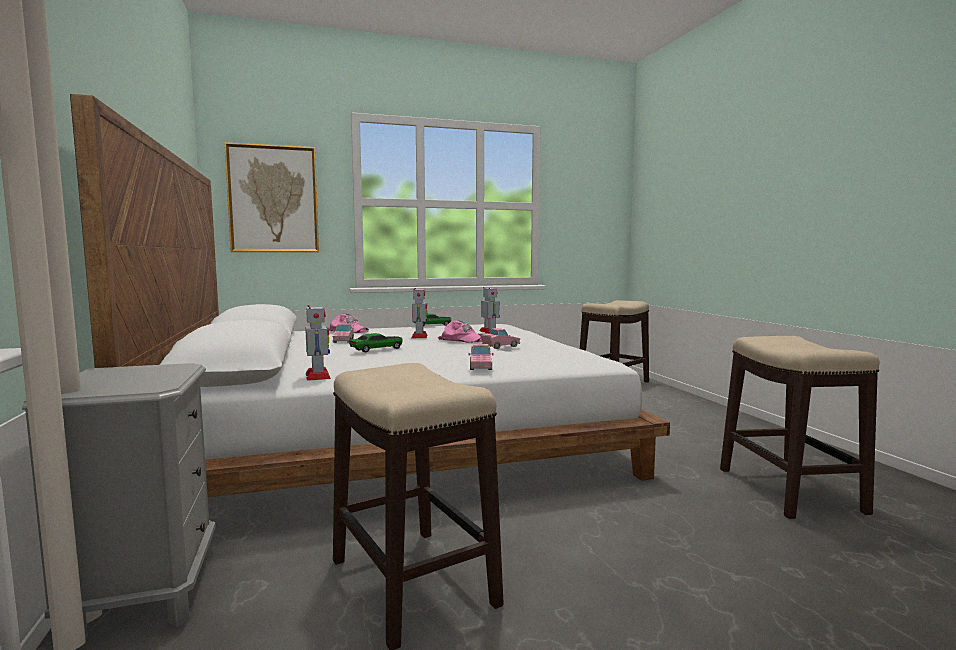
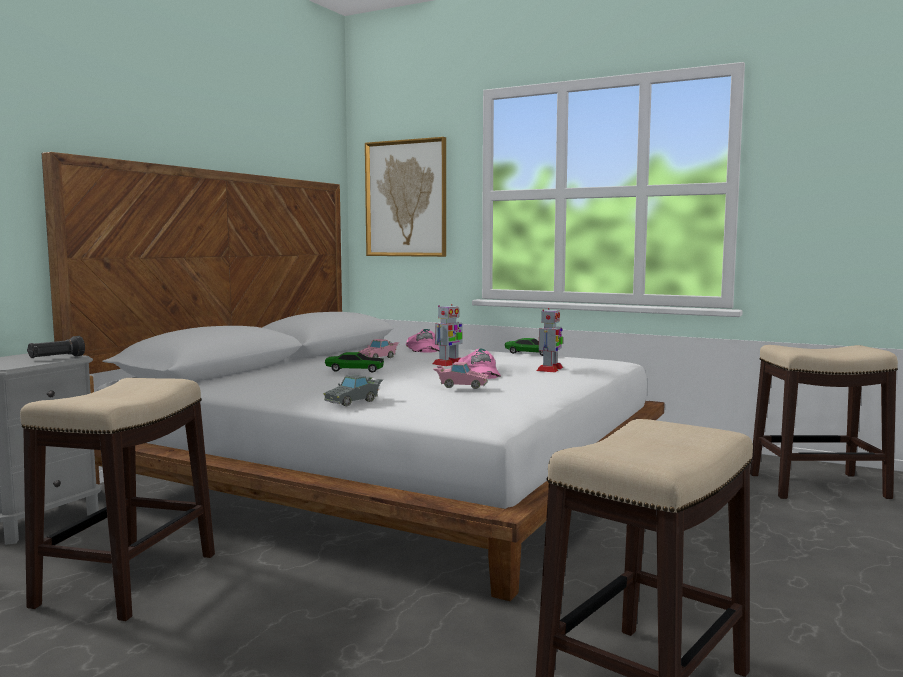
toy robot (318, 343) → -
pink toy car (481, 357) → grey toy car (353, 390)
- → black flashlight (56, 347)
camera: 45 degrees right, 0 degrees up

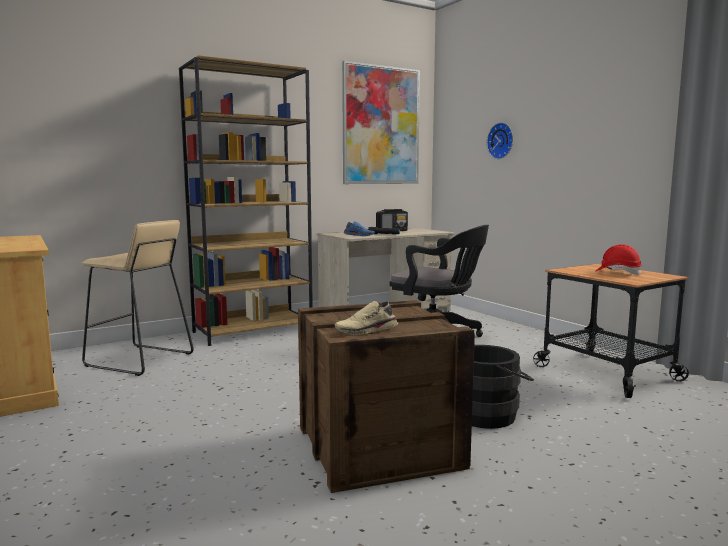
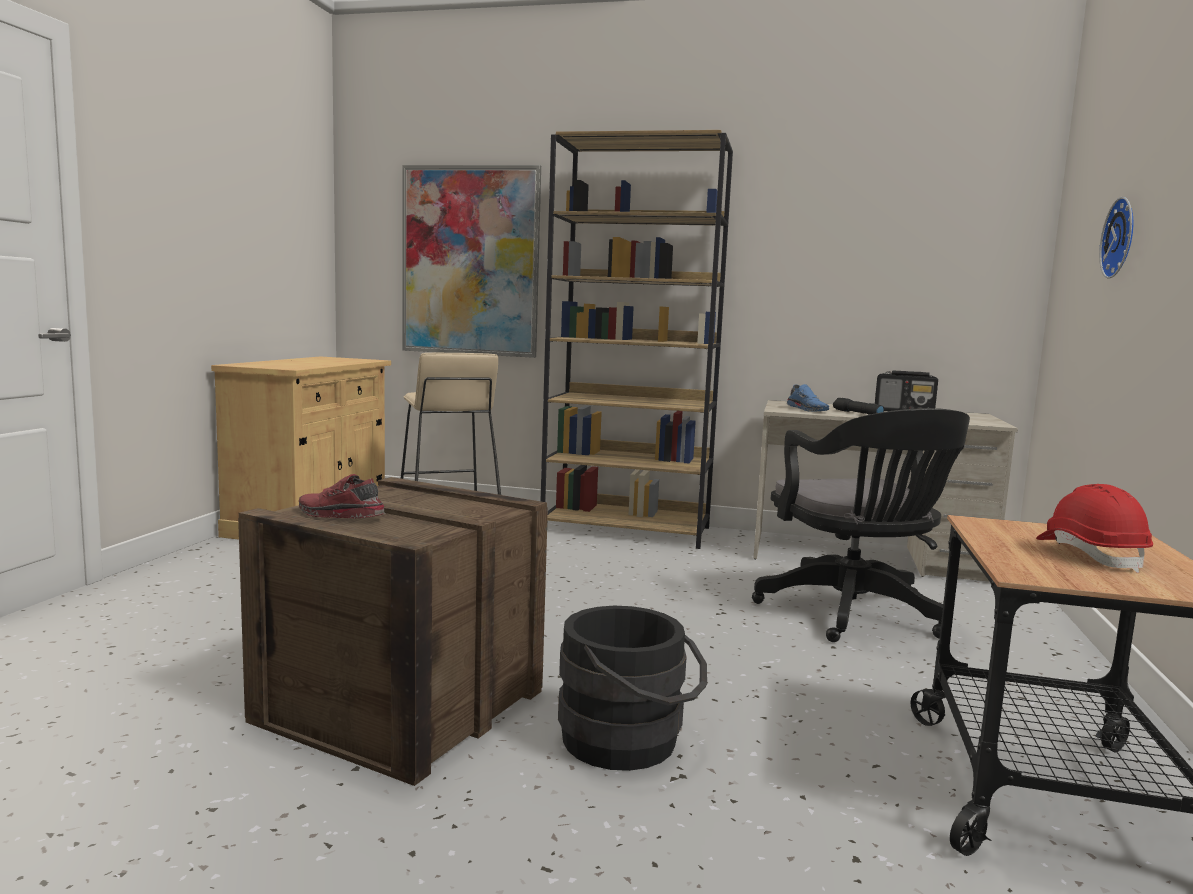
beige shoe (366, 318) → red shoe (342, 496)
picture (381, 122) → picture (471, 261), relocated
camera: 45 degrees right, 0 degrees up

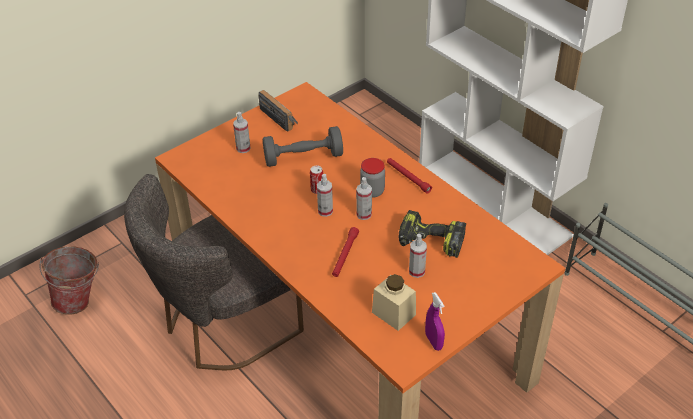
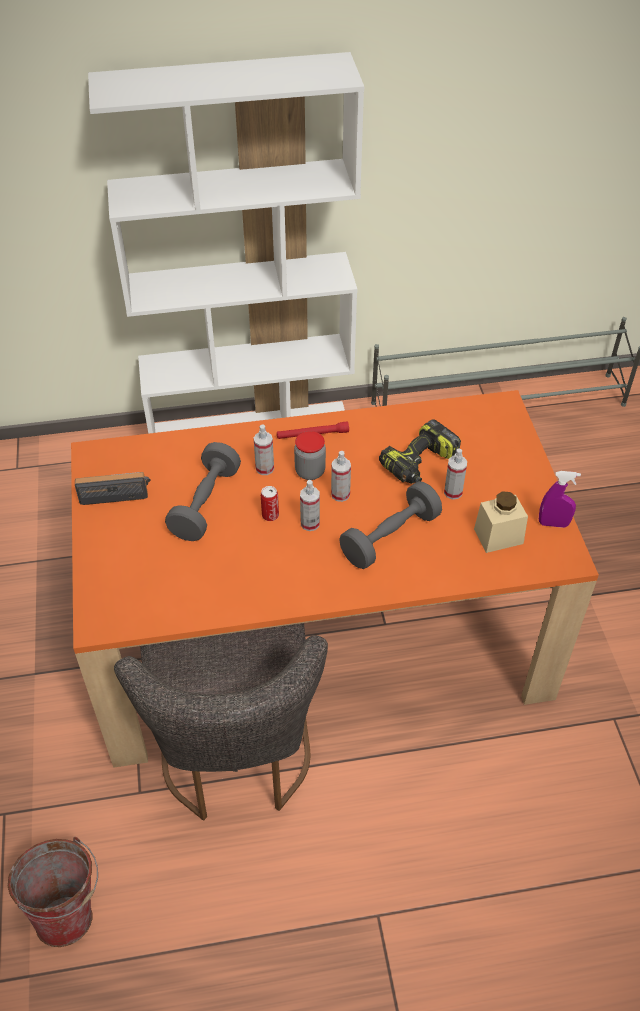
spray bottle (242, 132) → spray bottle (264, 449), relocated
red flashlight (345, 252) → grey dumbbell (390, 525)
camera: 60 degrees left, 5 degrees up

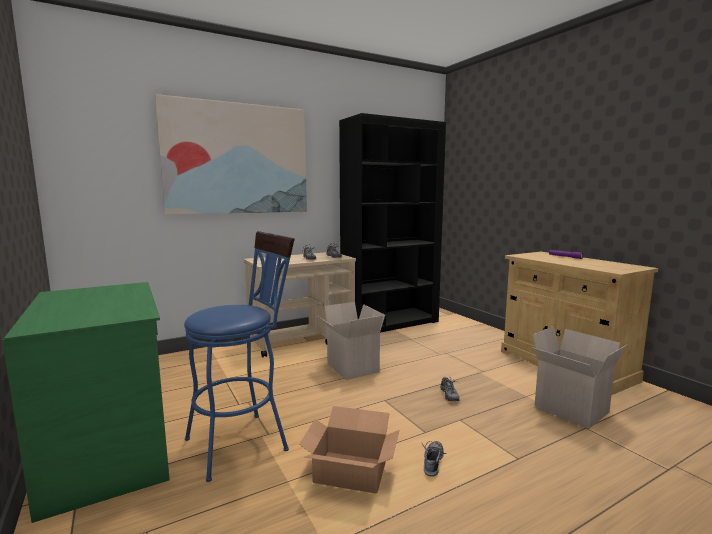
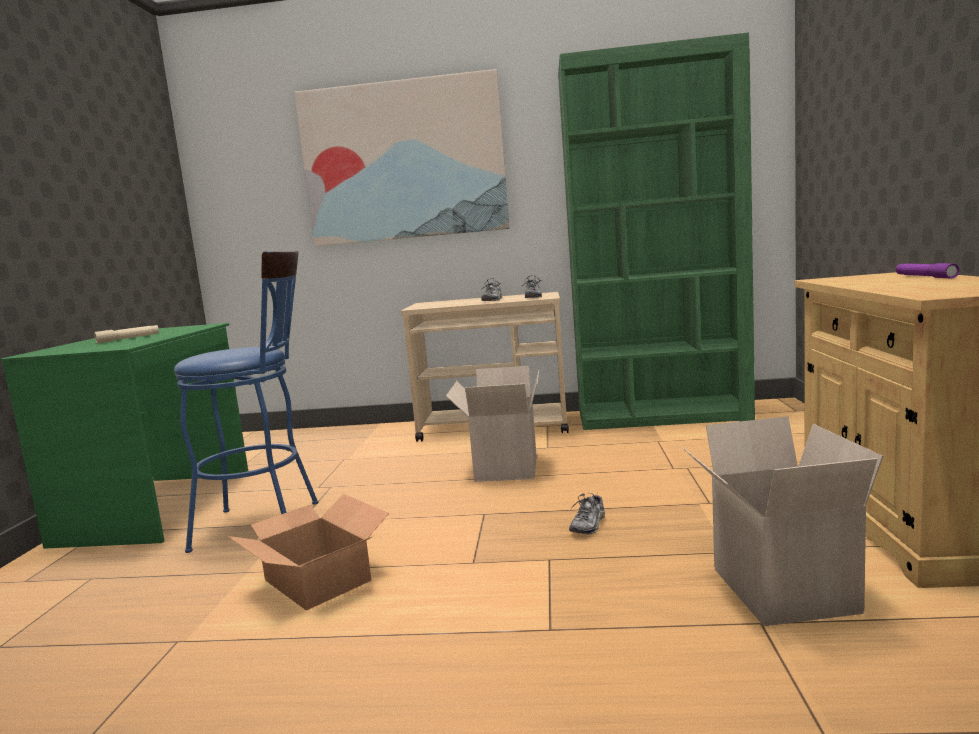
black bookcase (392, 223) → green bookcase (656, 231)
shoe (434, 459) → -
- → beige flashlight (126, 334)
camera: 35 degrees right, 0 degrees up

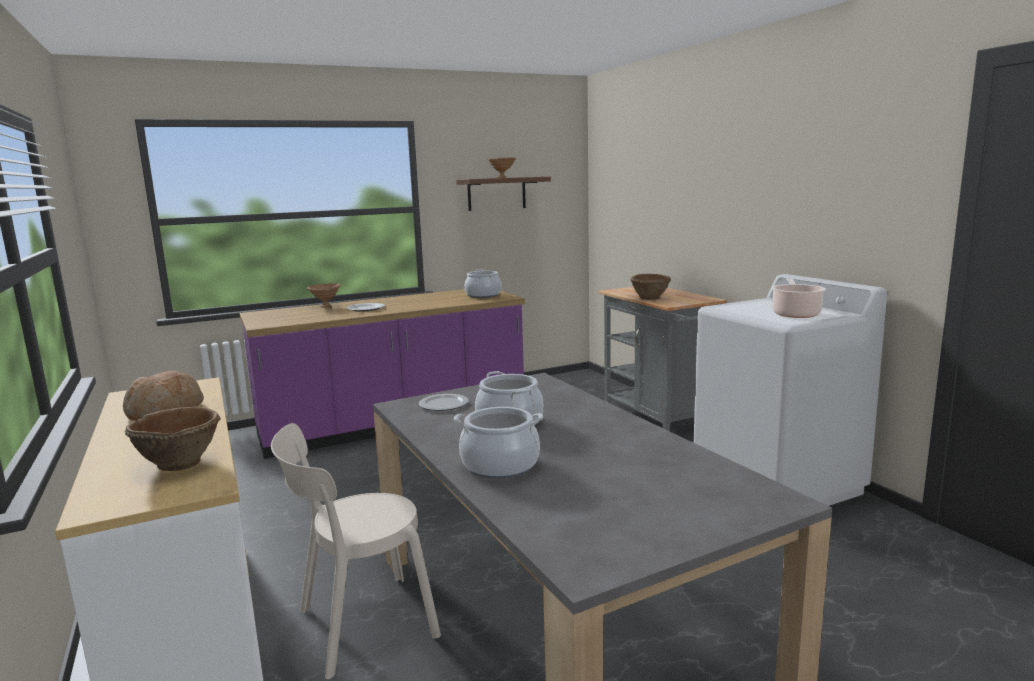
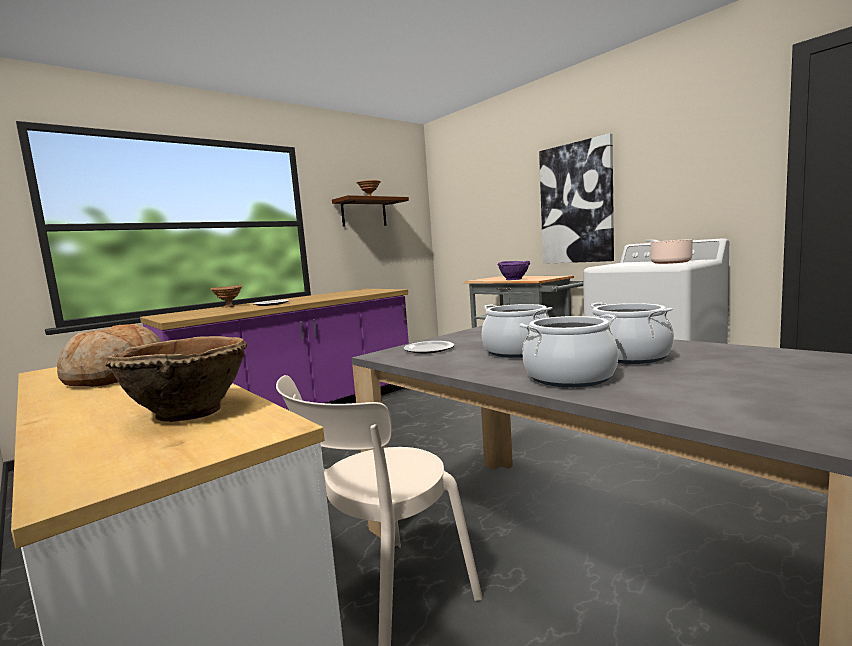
cooking pot (483, 283) → cooking pot (632, 333), relocated
brown bowl (650, 287) → purple bowl (513, 270)
- → picture (576, 198)
camera: 15 degrees left, 5 degrees down

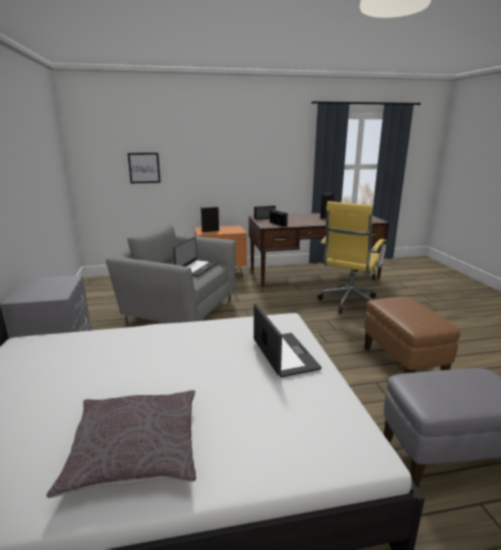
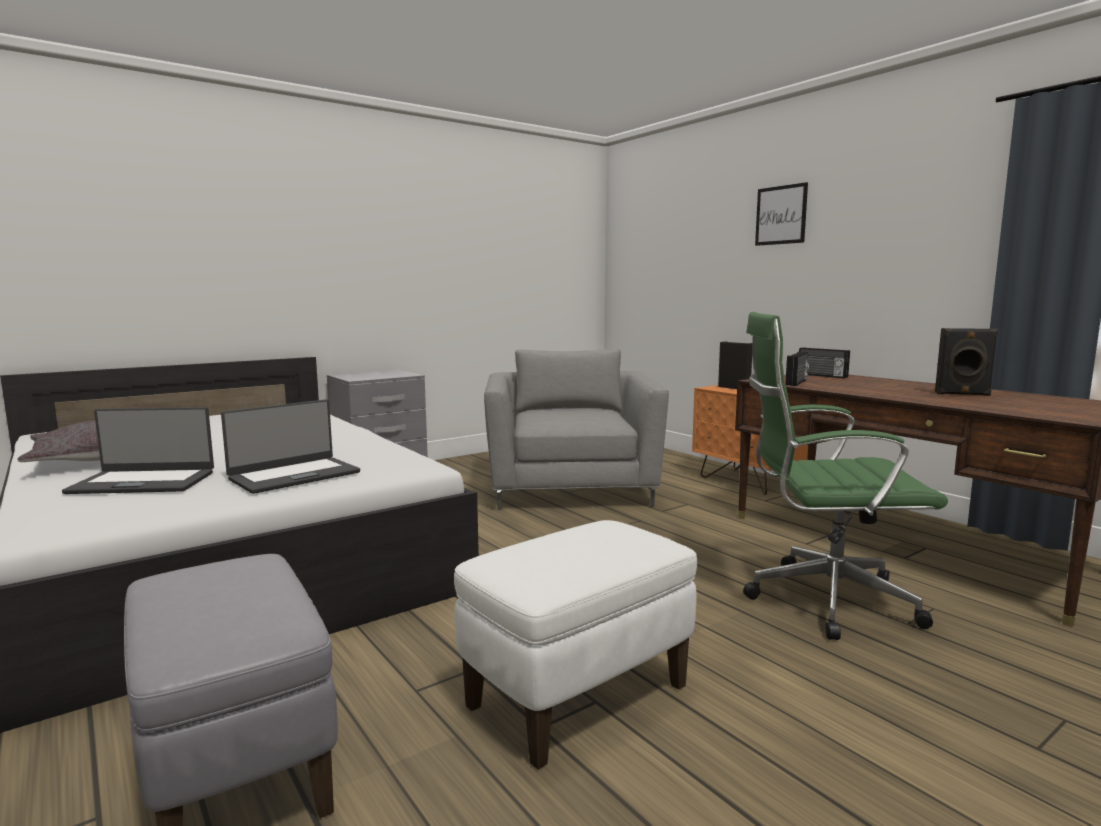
picture (144, 168) → picture (781, 214), relocated
laptop (195, 257) → laptop (138, 450), relocated
yellow office chair (352, 257) → green office chair (845, 476)
brown ottoman (412, 335) → white ottoman (575, 644)
camera: 65 degrees right, 10 degrees down

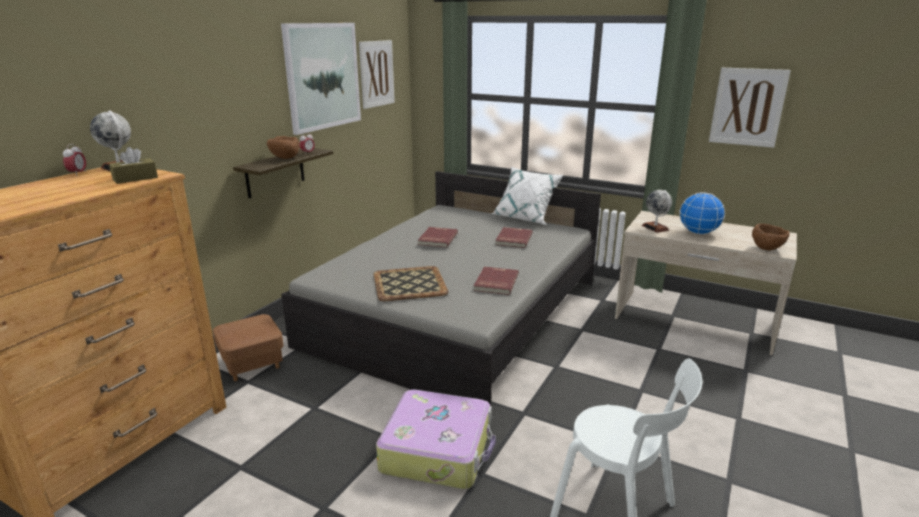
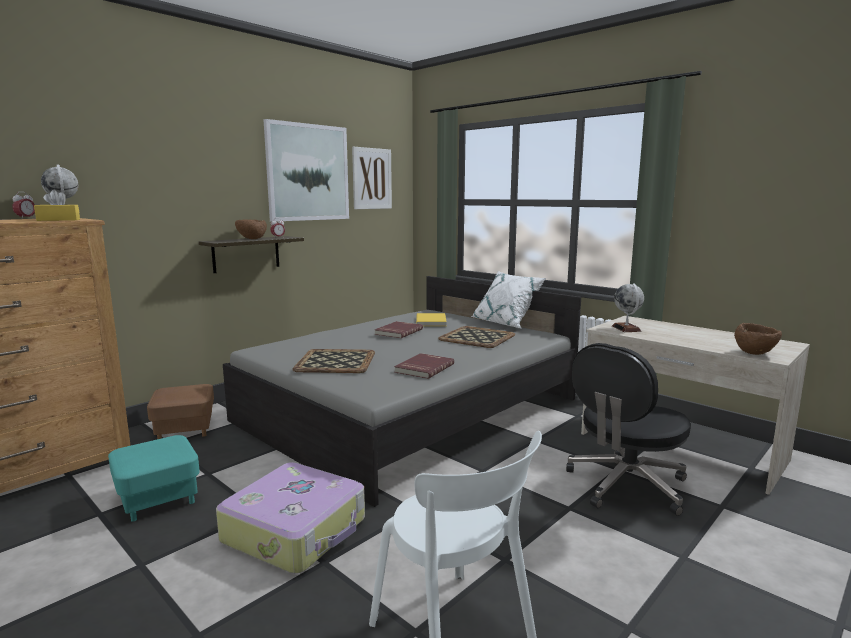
brown tissue box (133, 165) → yellow tissue box (57, 205)
red book (514, 237) → tray (476, 337)
globe (702, 213) → -
picture (750, 108) → -
- → turquoise ottoman (154, 478)
- → yellow book (431, 319)
- → black office chair (628, 429)
camera: 15 degrees right, 10 degrees down

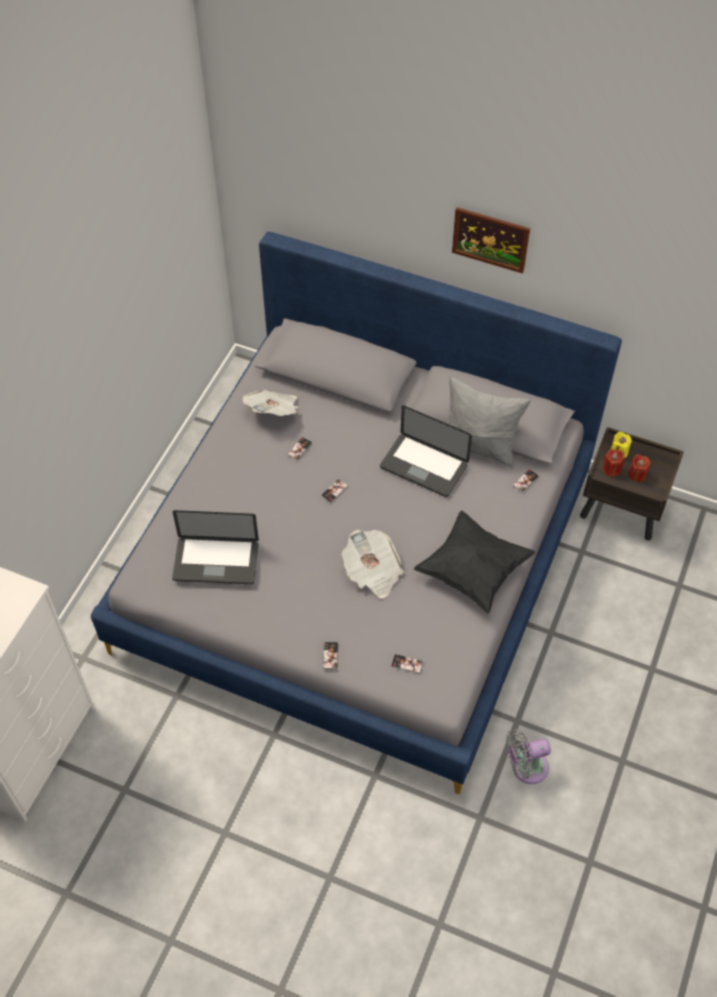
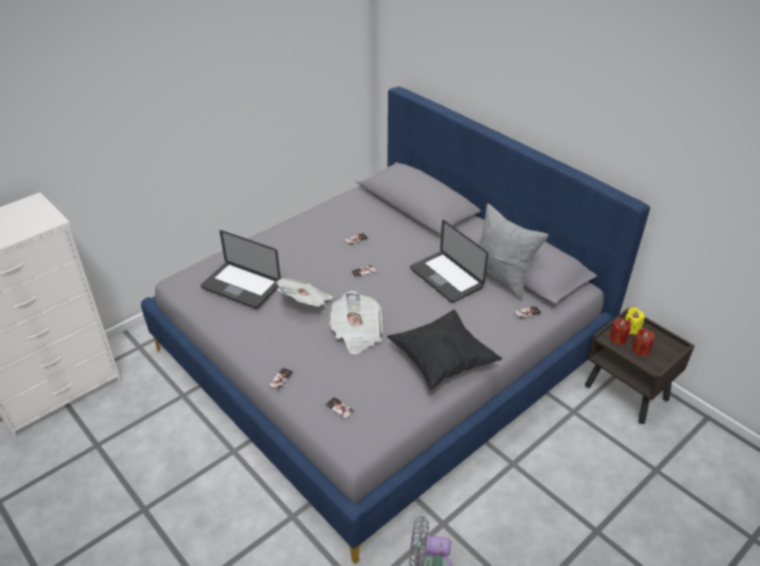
newspaper (270, 402) → newspaper (304, 292), relocated
picture (491, 240) → -
camera: 25 degrees right, 15 degrees down

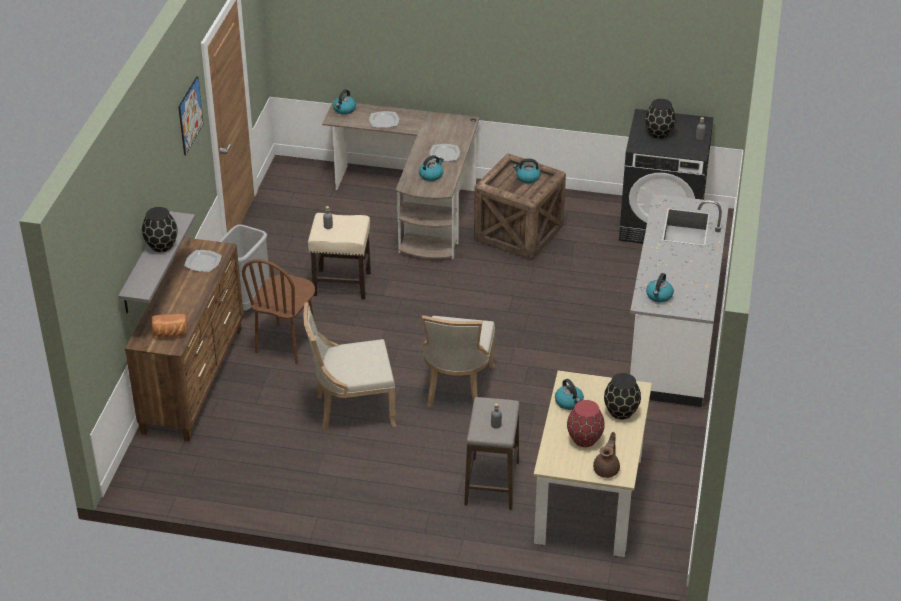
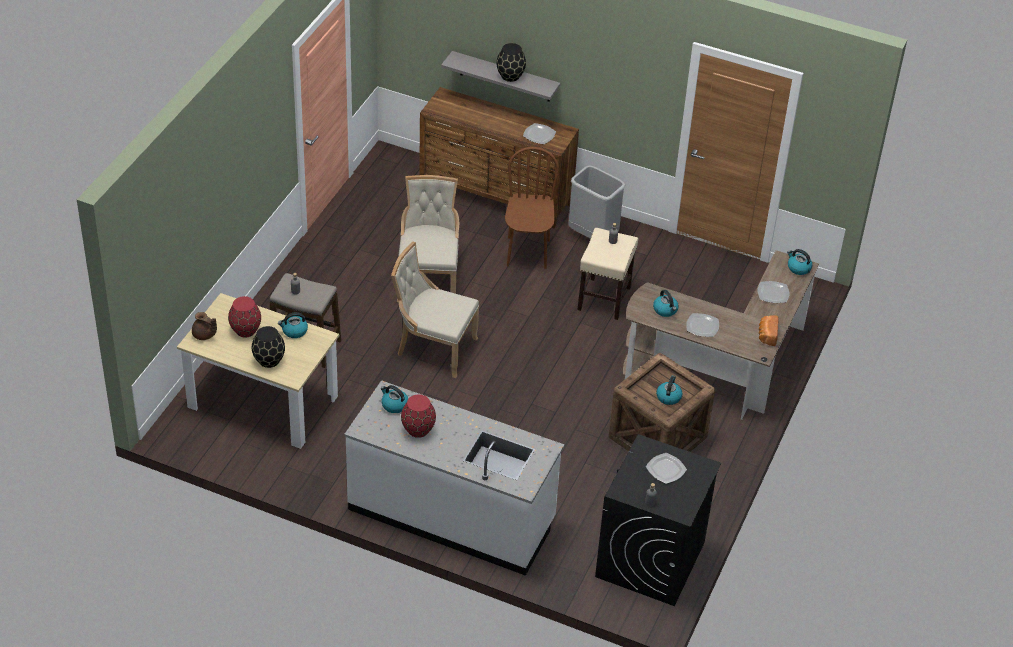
bread (169, 325) → bread (768, 330), relocated
picture (191, 115) → -
brown chair (278, 311) → brown chair (532, 208), 60 degrees clockwise
black vase (660, 119) → plate (666, 468)
- → red vase (418, 416)
camera: 100 degrees right, 5 degrees up

